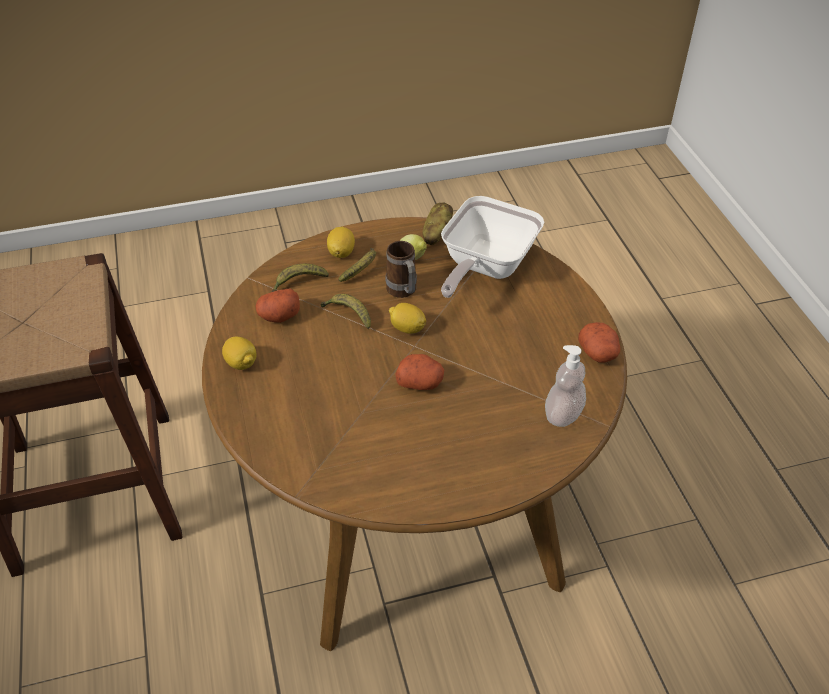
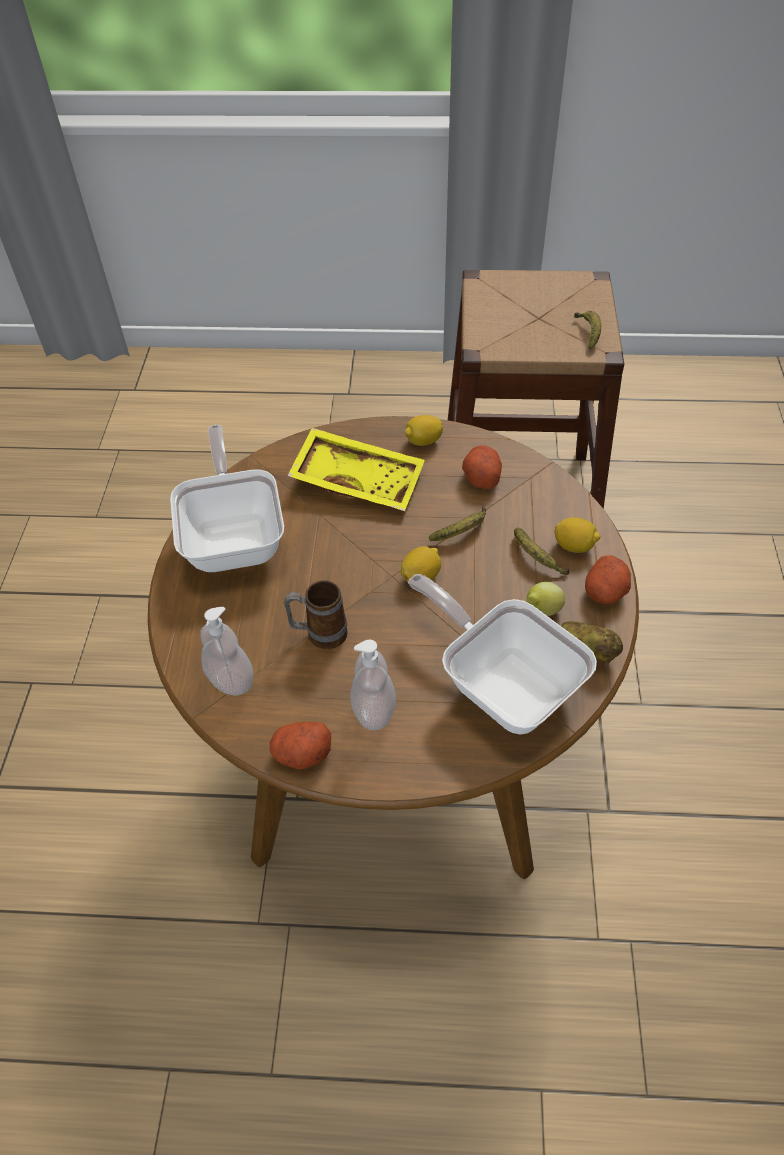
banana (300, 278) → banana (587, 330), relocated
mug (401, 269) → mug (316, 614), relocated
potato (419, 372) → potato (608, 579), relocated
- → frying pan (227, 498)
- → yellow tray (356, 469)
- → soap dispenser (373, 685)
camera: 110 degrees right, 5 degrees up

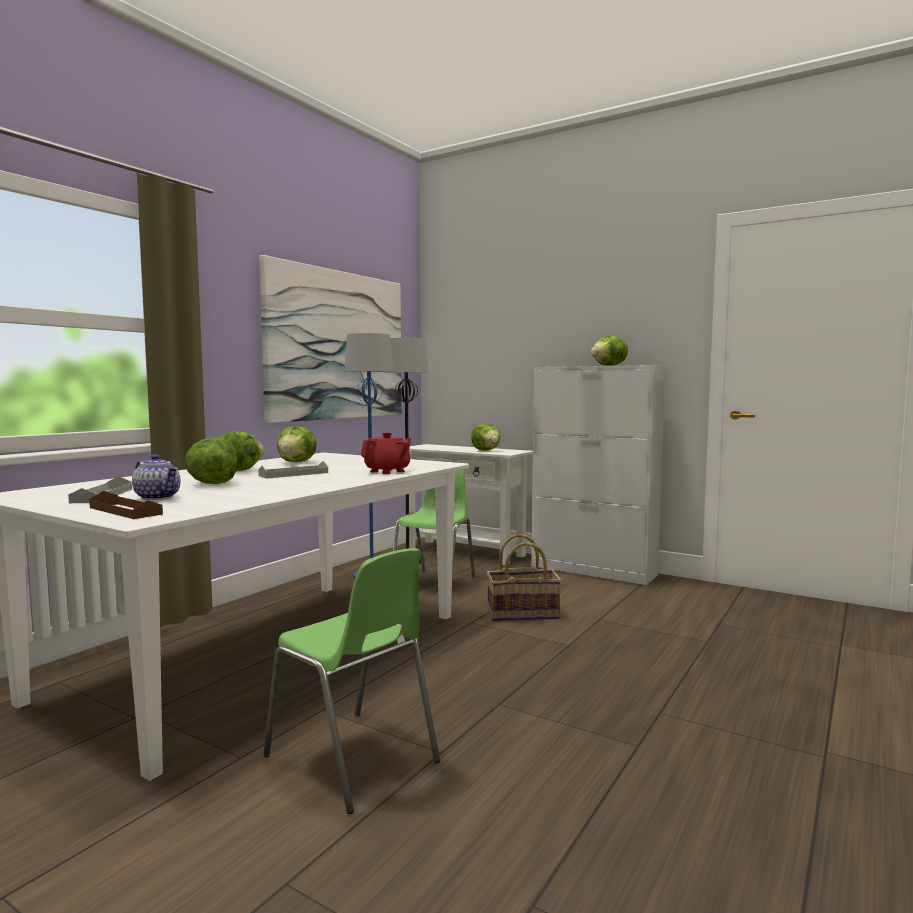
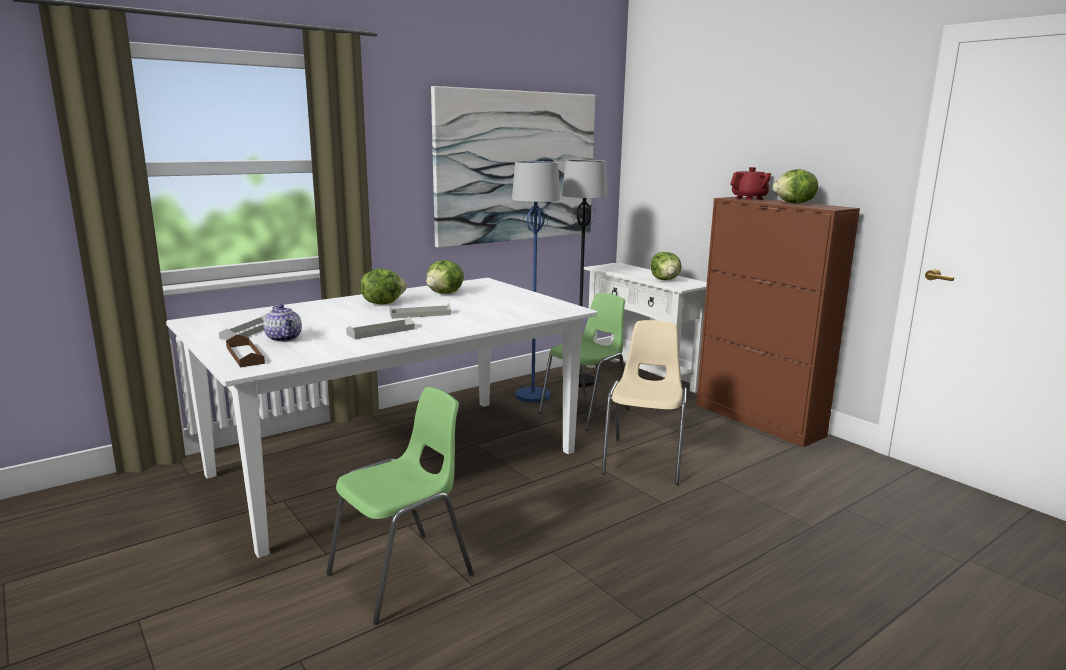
lettuce (211, 461) → -
green chair (351, 681) → green chair (400, 505), 105 degrees counterclockwise
red teapot (386, 453) → red teapot (750, 183), relocated
basket (524, 577) → beige chair (644, 402)
white cabinet (598, 475) → brown cabinet (778, 322)
- → grey tray (380, 327)
camera: 20 degrees right, 10 degrees up

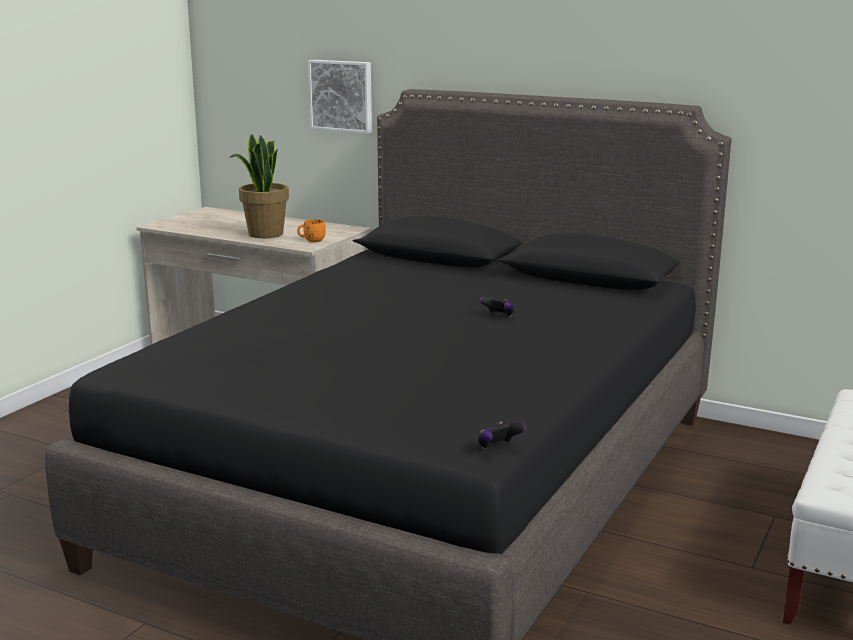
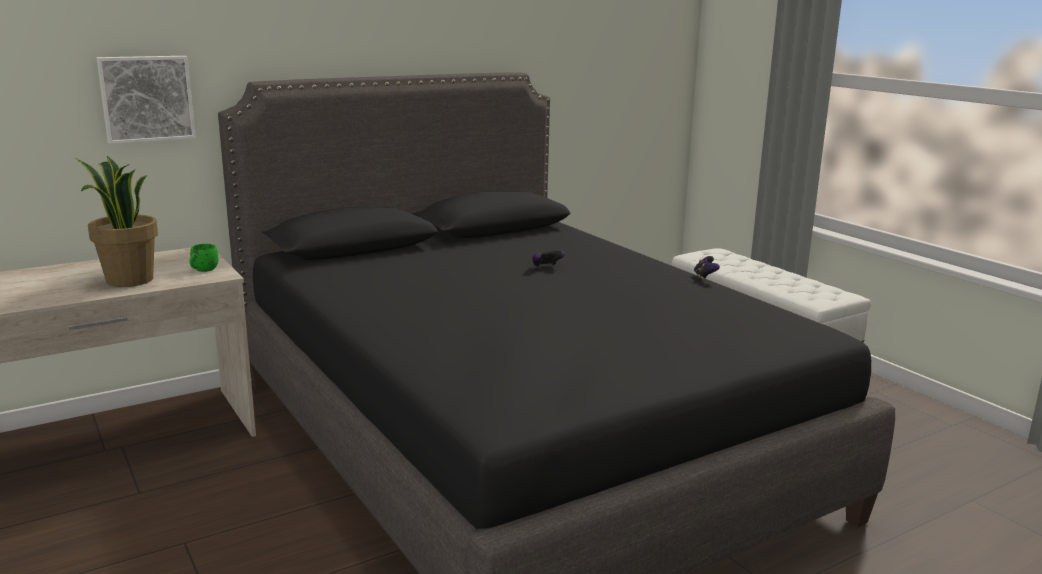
orange mug (311, 230) → green mug (204, 258)
game controller (502, 435) → game controller (707, 268), relocated
camera: 60 degrees left, 0 degrees up

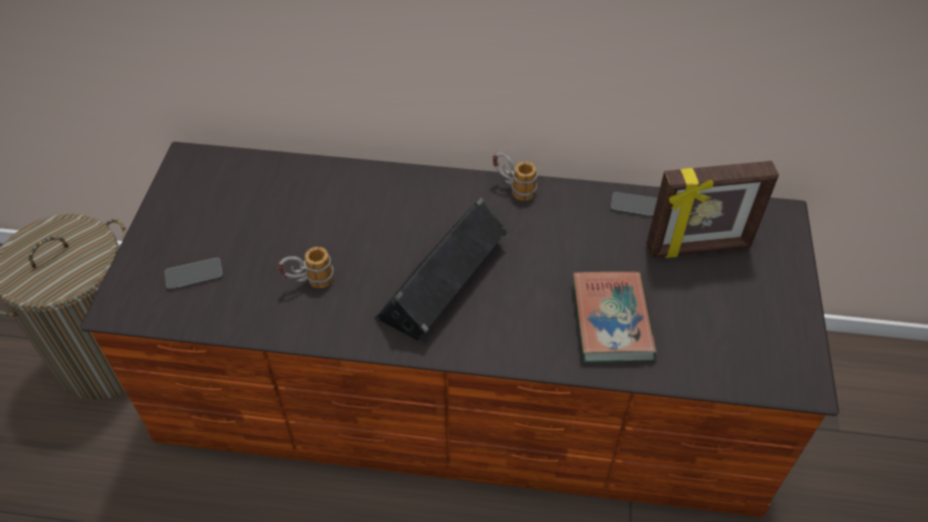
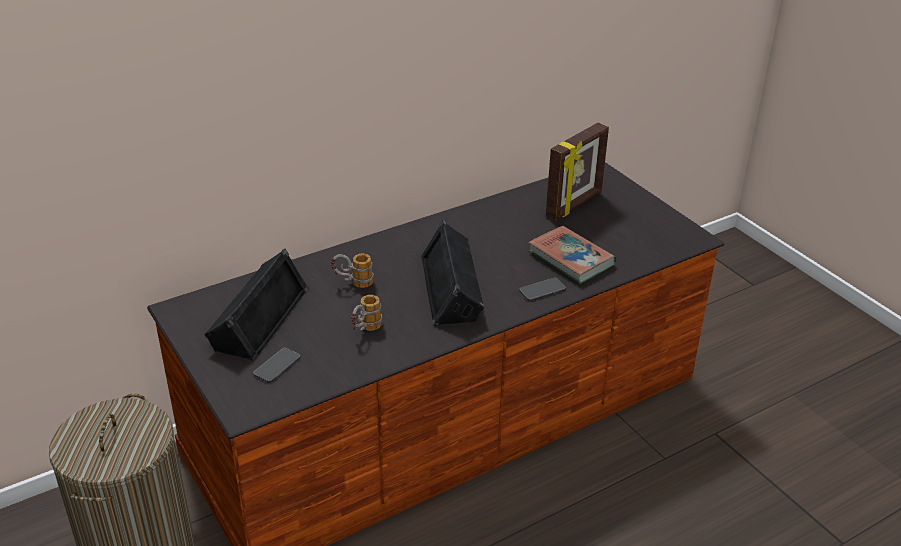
mug (515, 177) → mug (352, 271), relocated
phone (633, 204) → phone (542, 289), relocated
- → black speaker (256, 305)
camera: 40 degrees left, 15 degrees down

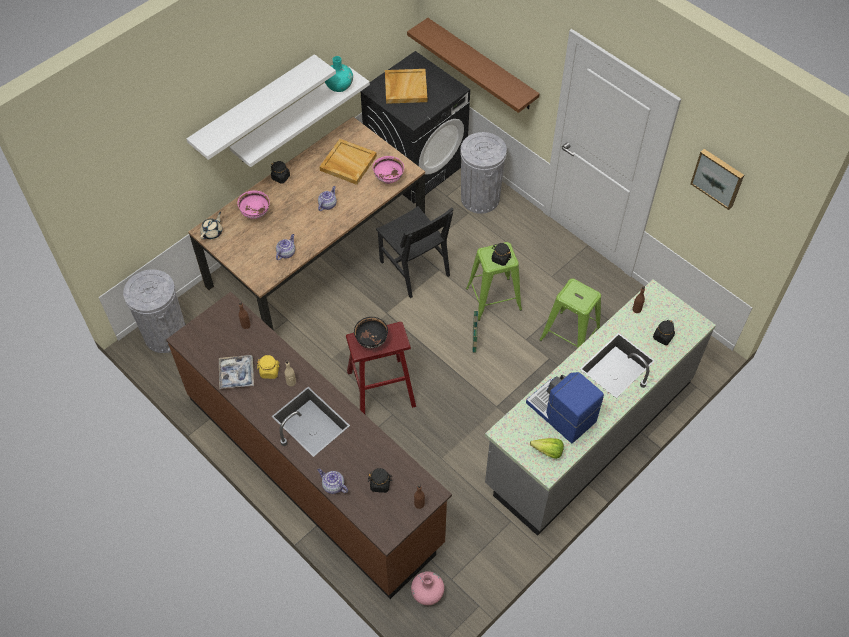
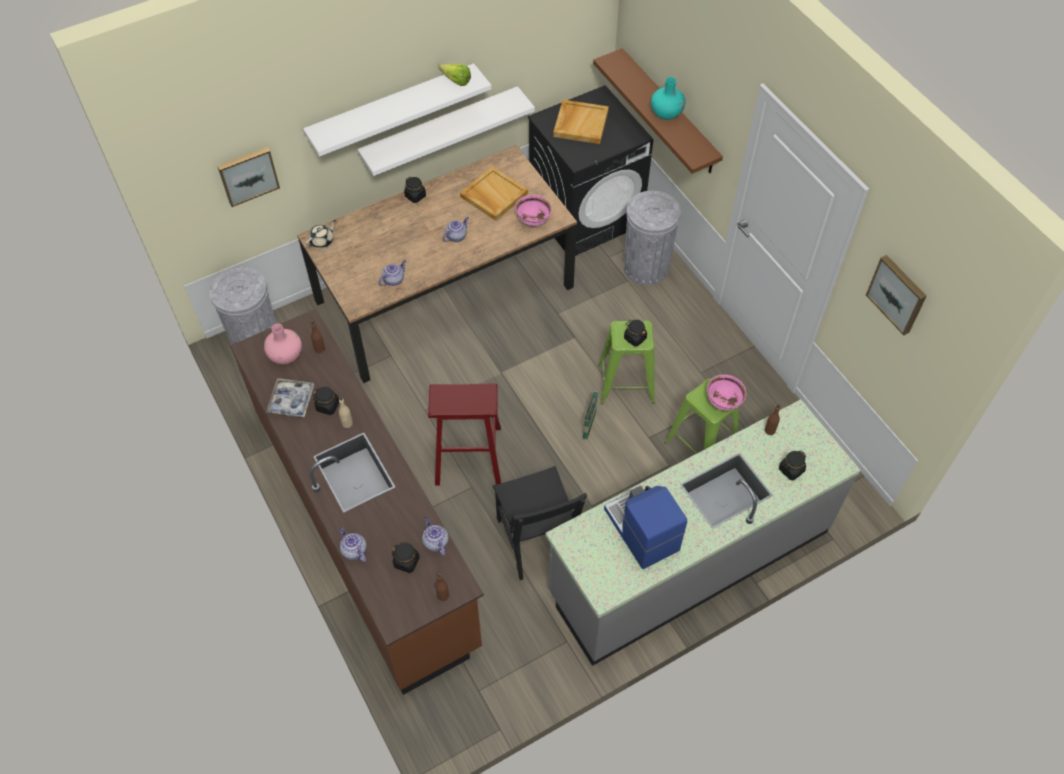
pink bowl (253, 204) → pink bowl (726, 393), relocated
yellow jar (268, 367) → black jar (326, 401)
turquoise vase (339, 74) → turquoise vase (668, 98), relocated
black bowl (371, 332) → -
black chair (415, 252) → black chair (540, 523), relocated
pink vase (427, 588) → pink vase (283, 344), relocated
lettuce (547, 448) → lettuce (455, 75), relocated
- → picture (248, 177)
- → teapot (435, 536)
camera: 15 degrees right, 0 degrees up

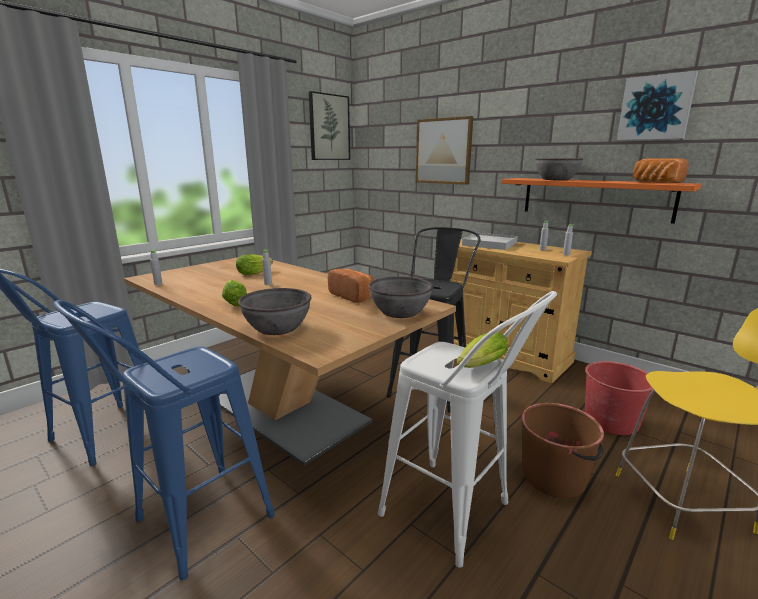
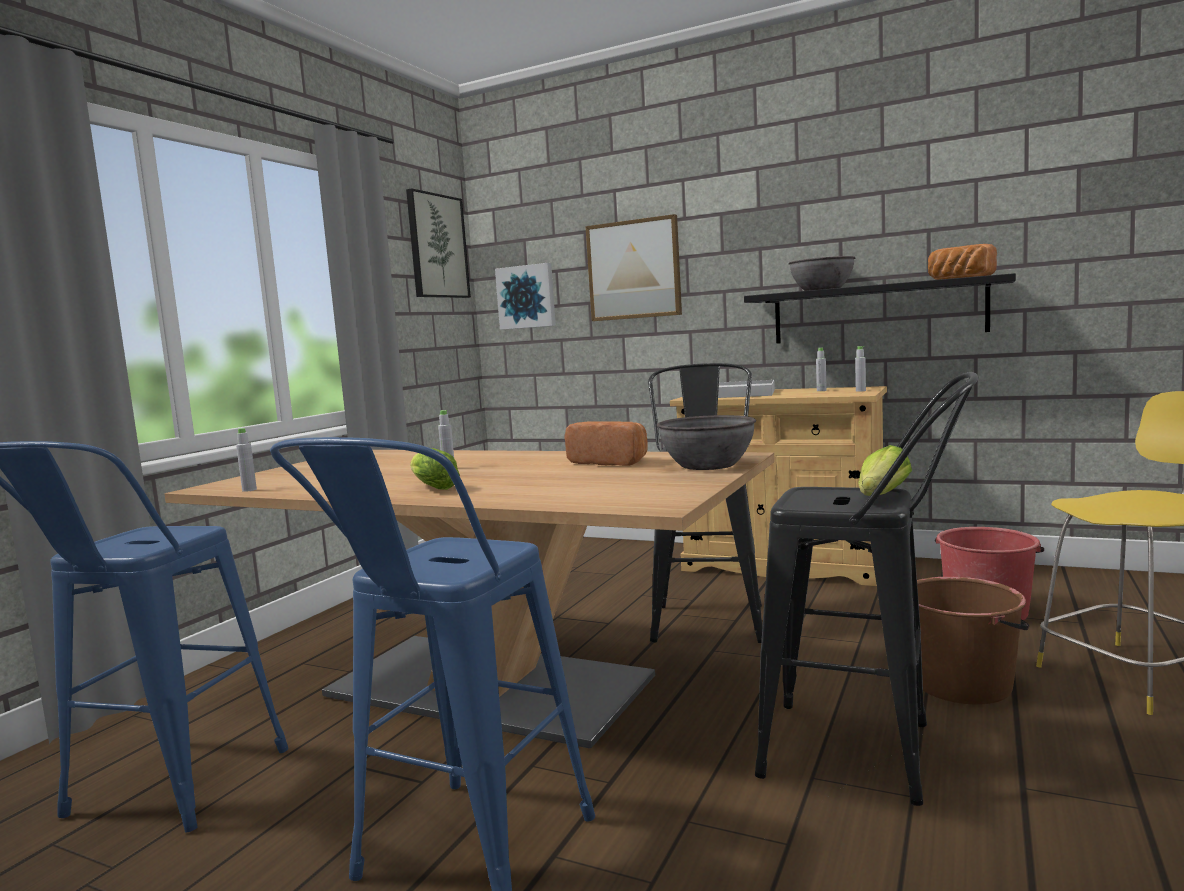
lettuce (254, 264) → -
grey bowl (274, 311) → -
white stool (467, 429) → black stool (866, 589)
orange shelf (601, 201) → black shelf (880, 308)
picture (657, 105) → picture (525, 296), relocated
camera: 15 degrees left, 10 degrees down

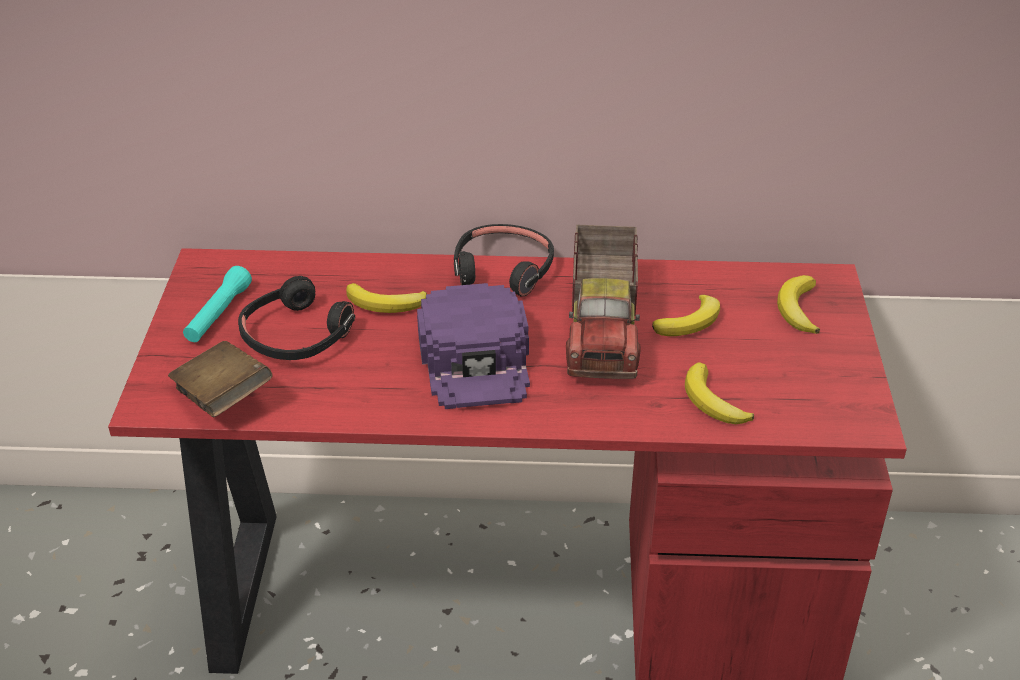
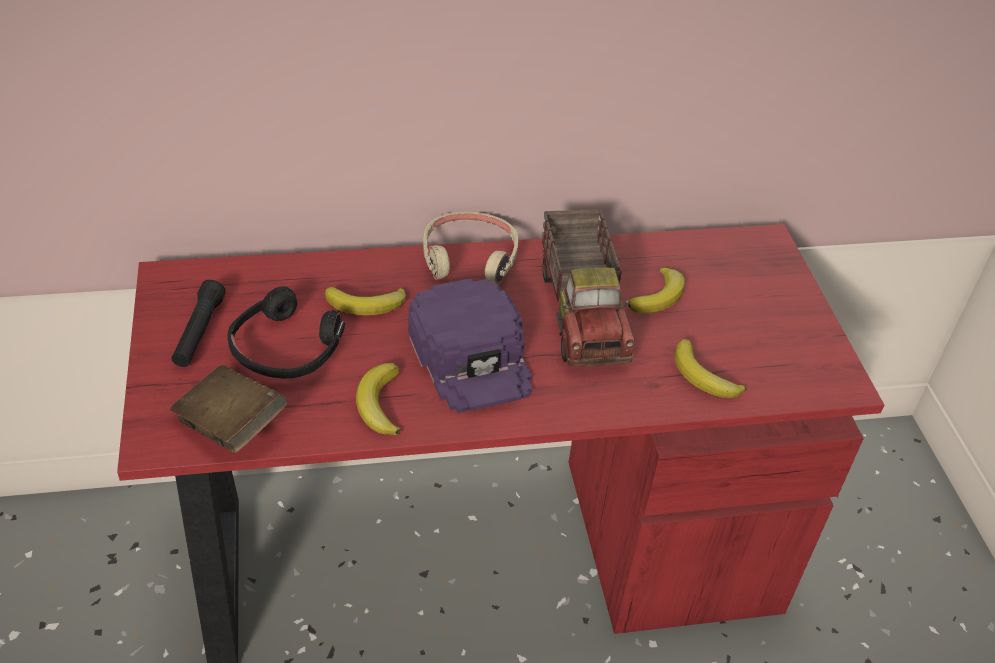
turquoise flashlight (217, 304) → black flashlight (198, 323)
black headphones (504, 260) → beige headphones (470, 248)
banana (798, 304) → banana (378, 399), relocated
camera: 15 degrees left, 5 degrees up

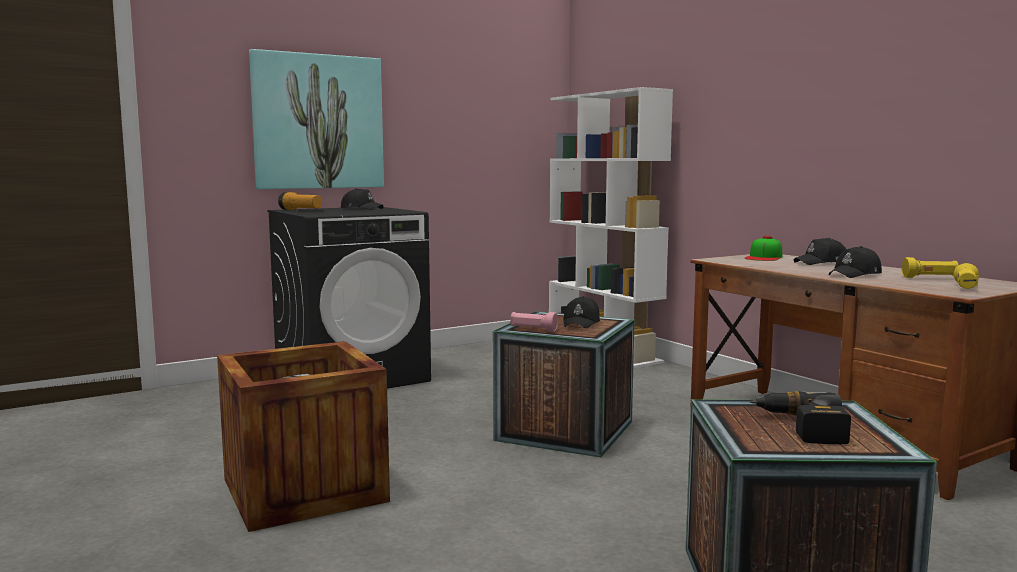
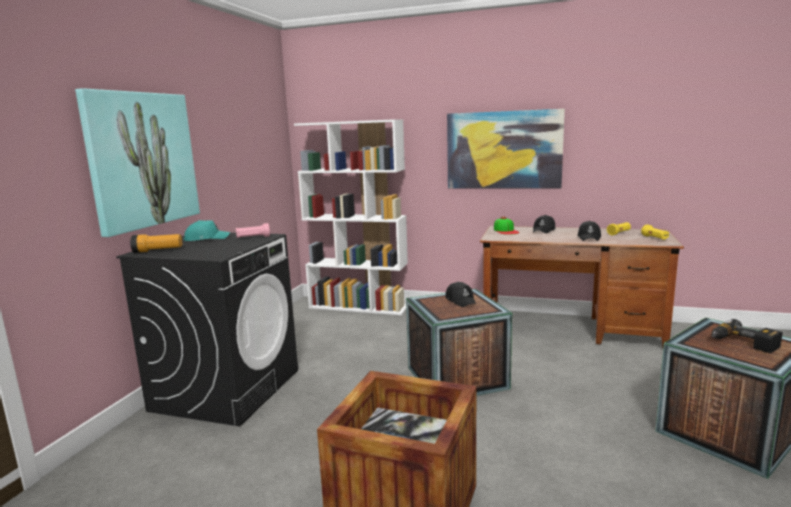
black cap (362, 199) → turquoise cap (207, 230)
pink flashlight (534, 322) → pink flashlight (252, 230), relocated
- → picture (506, 148)
camera: 40 degrees left, 5 degrees up

